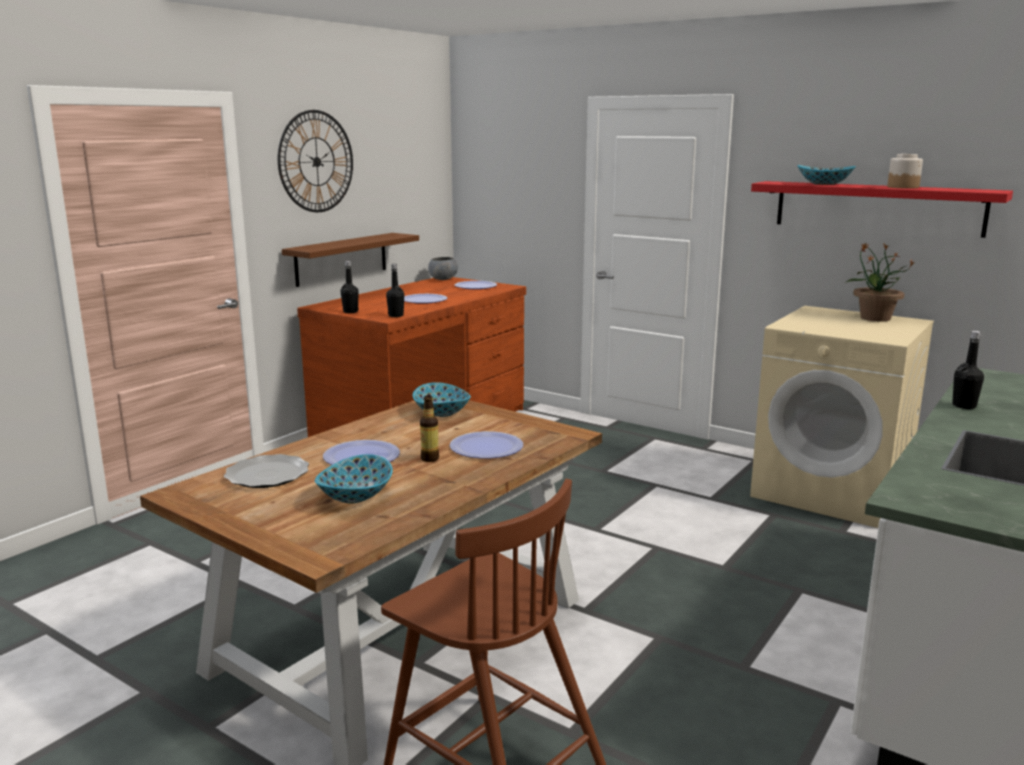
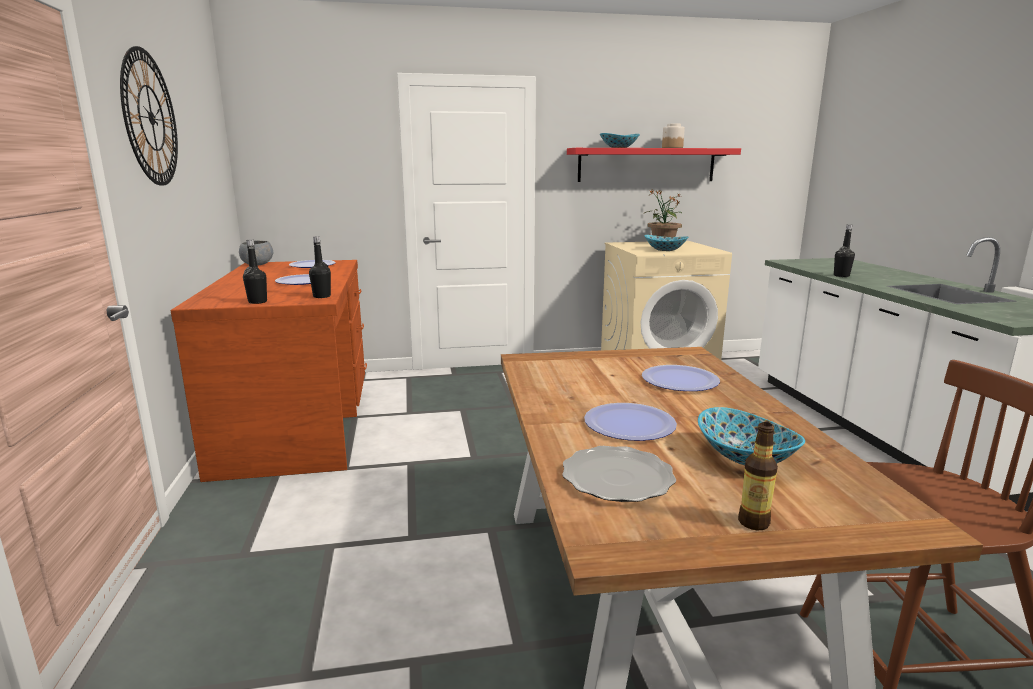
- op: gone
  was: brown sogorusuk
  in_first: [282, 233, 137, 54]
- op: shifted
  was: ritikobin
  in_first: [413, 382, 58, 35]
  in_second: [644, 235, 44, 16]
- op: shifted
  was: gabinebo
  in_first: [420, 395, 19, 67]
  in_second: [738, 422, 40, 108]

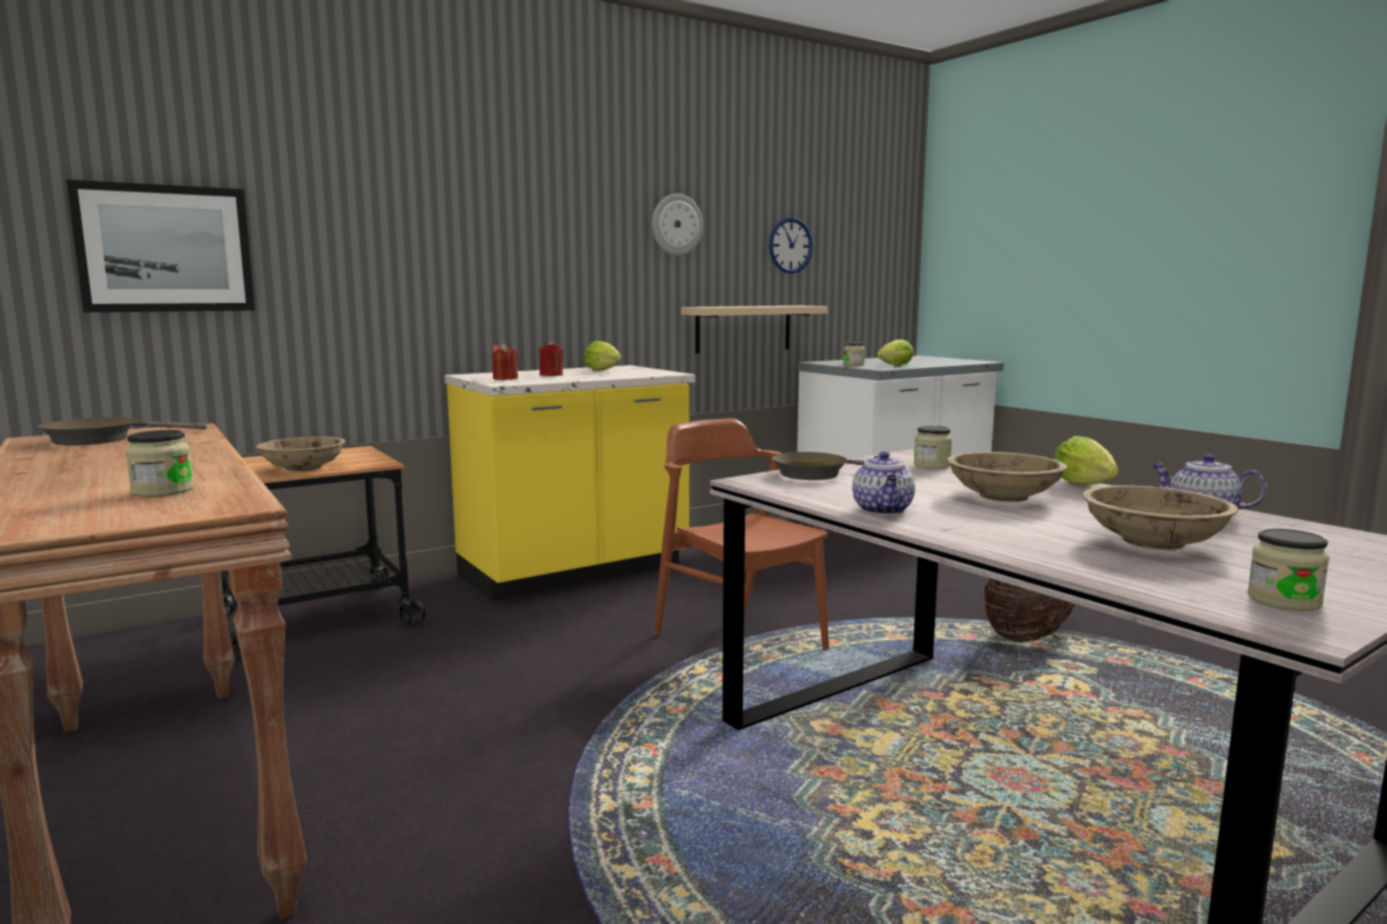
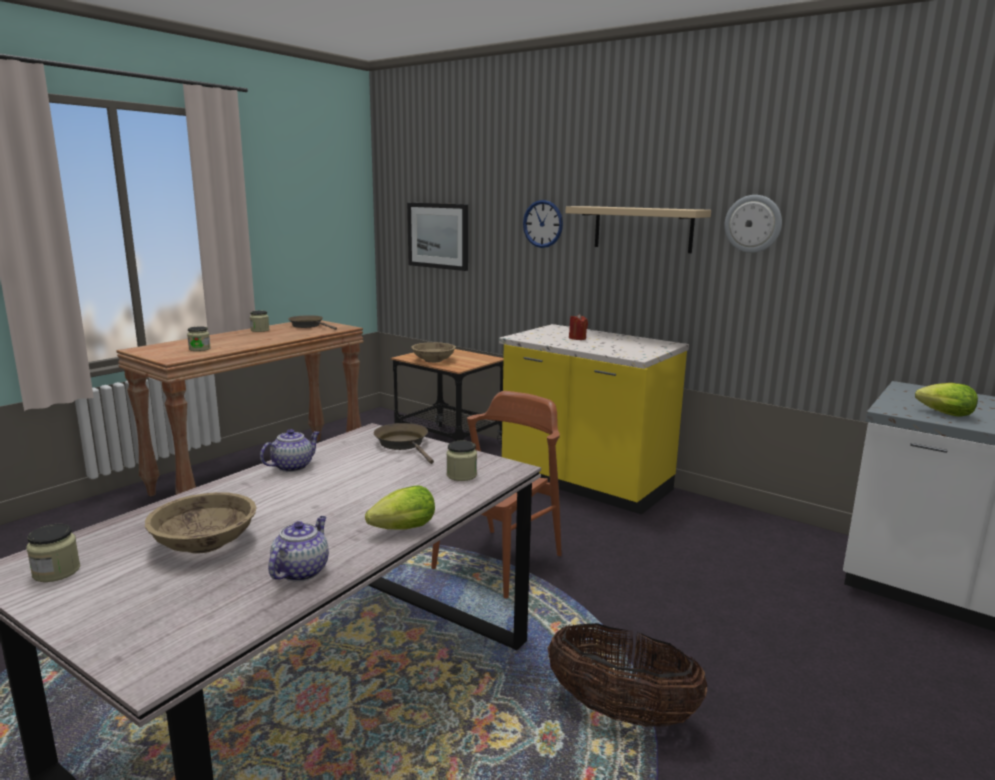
- op: gone
  was: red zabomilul
  in_first: [492, 343, 26, 37]
- op: gone
  was: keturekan
  in_first: [584, 341, 37, 30]
- op: shifted
  was: beige sogorusuk
  in_first: [681, 306, 147, 48]
  in_second: [565, 206, 146, 47]
- op: shifted
  was: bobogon
  in_first: [769, 217, 44, 57]
  in_second: [523, 200, 40, 48]
- op: shifted
  was: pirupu
  in_first: [843, 342, 22, 24]
  in_second: [250, 310, 19, 22]
- op: rotated
  was: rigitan
  in_first: [852, 451, 63, 64]
  in_second: [260, 429, 60, 43]
  clockwise: 150
- op: gone
  was: beige ritikobin
  in_first: [947, 452, 120, 50]

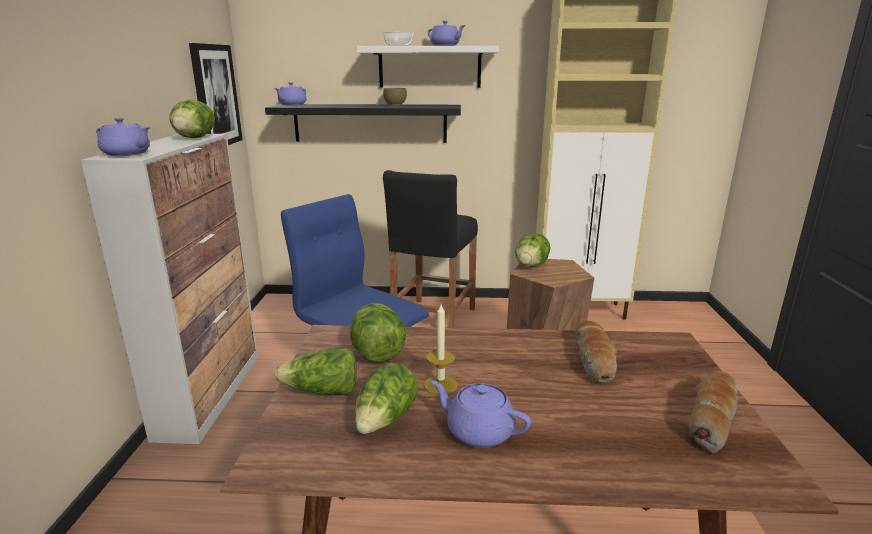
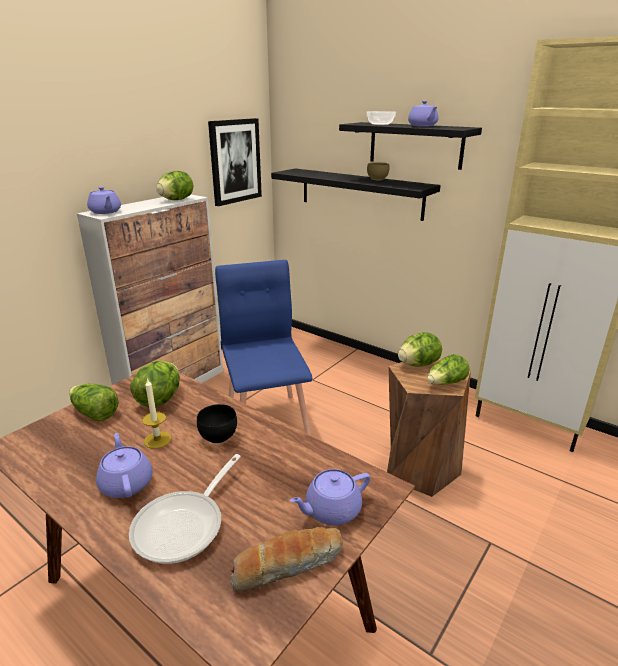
- op: shifted
  was: purple rigitan
  in_first: [274, 82, 33, 24]
  in_second: [290, 469, 80, 56]
- op: shifted
  was: keturekan
  in_first: [355, 363, 64, 71]
  in_second: [427, 354, 42, 30]
- op: repainted
  was: white sogorusuk
  now: black sogorusuk
  in_first: [356, 46, 143, 42]
  in_second: [339, 122, 143, 48]
- op: gone
  was: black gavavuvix
  in_first: [383, 170, 95, 158]
- op: gone
  was: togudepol
  in_first: [575, 321, 42, 62]
- op: new
  now: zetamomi
  in_second: [129, 454, 112, 110]
- op: new
  now: black ritikobin
  in_second: [197, 404, 40, 40]

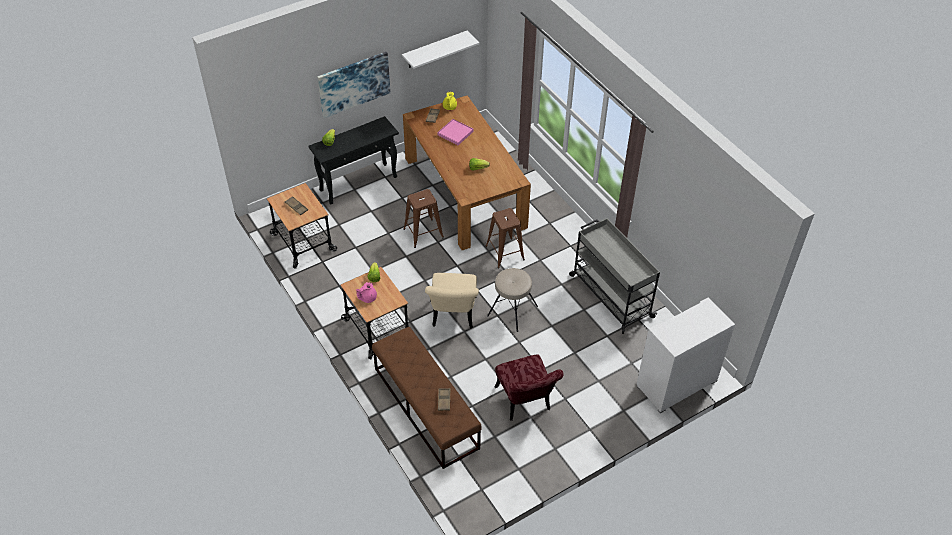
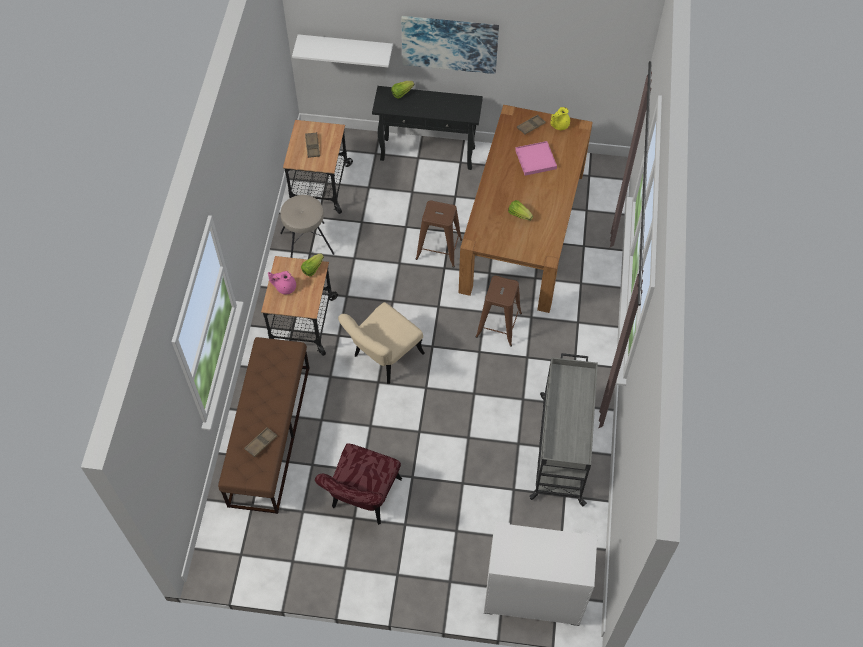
- op: shifted
  was: white sogorusuk
  in_first: [402, 31, 78, 38]
  in_second: [292, 34, 101, 33]
- op: shifted
  was: beige gavavuvix
  in_first: [487, 268, 51, 64]
  in_second: [280, 195, 54, 63]

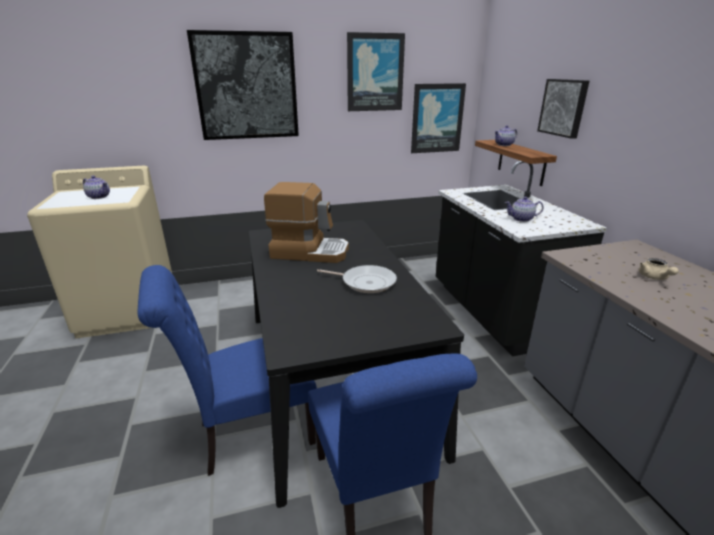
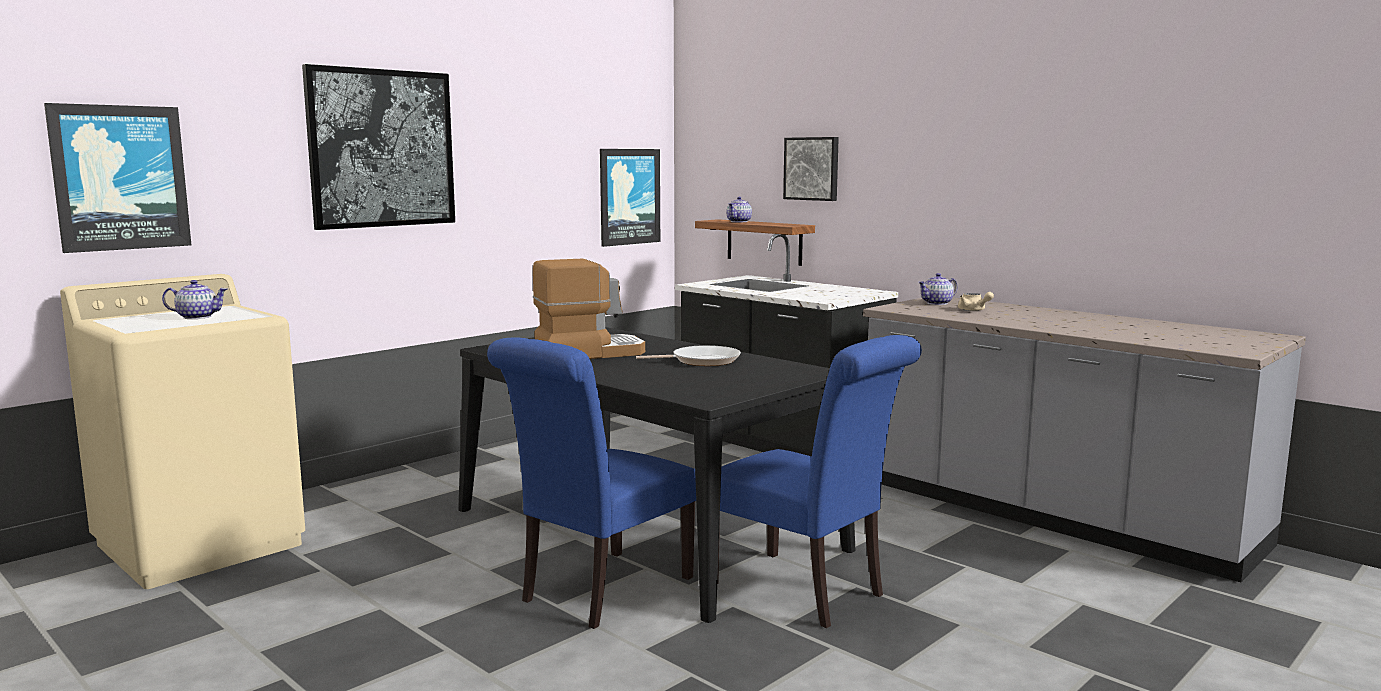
- op: shifted
  was: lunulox
  in_first: [347, 32, 58, 79]
  in_second: [44, 103, 147, 150]
- op: shifted
  was: rigitan
  in_first: [505, 197, 39, 25]
  in_second: [918, 273, 40, 32]

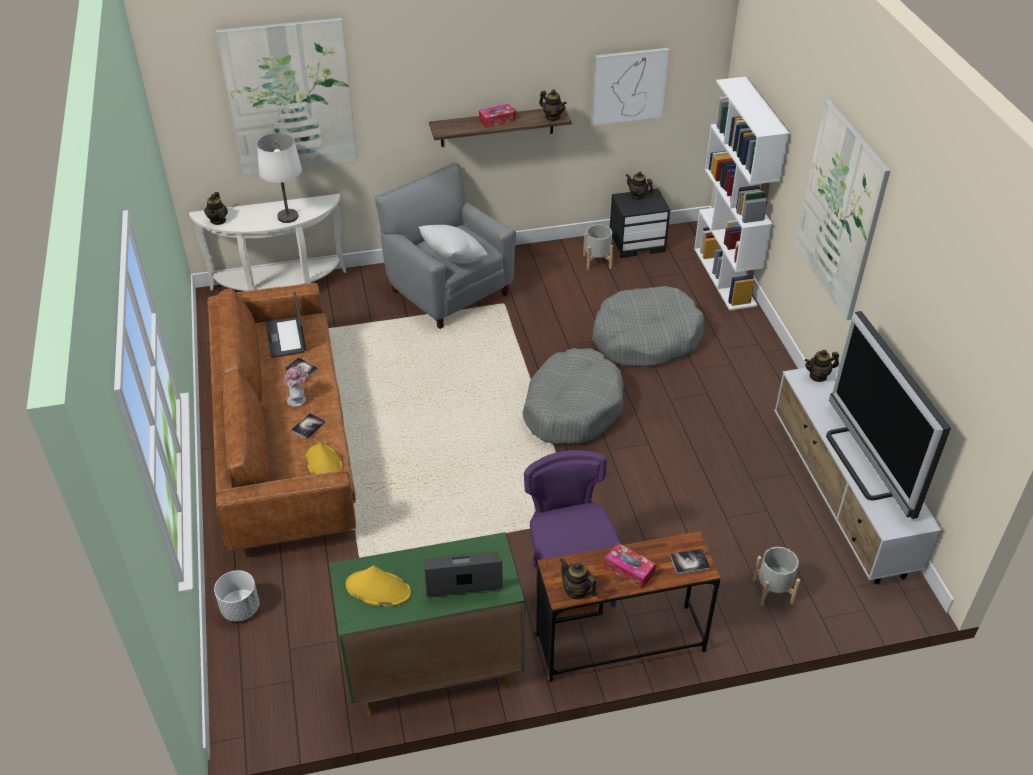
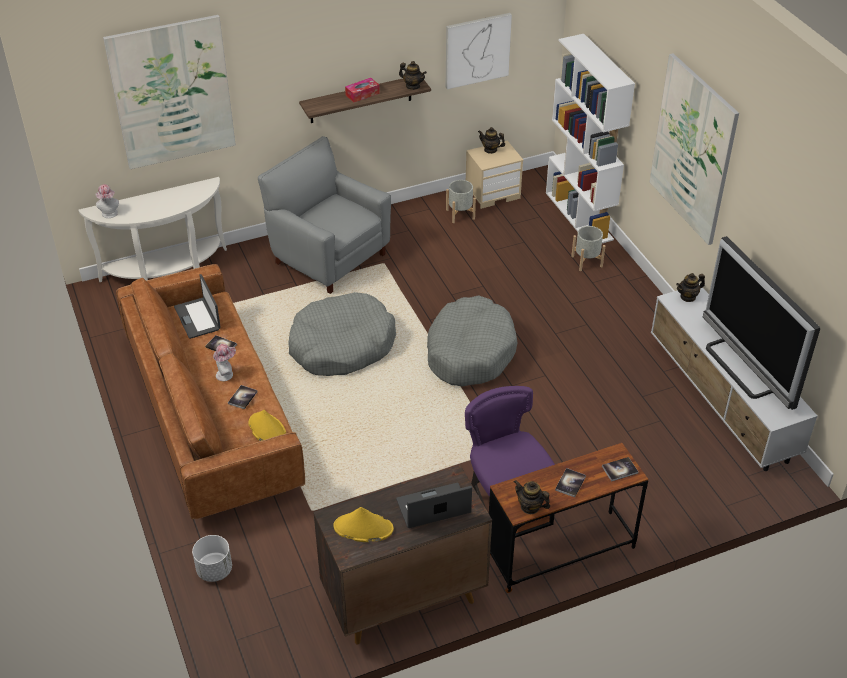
- op: swapped
  was: rigitan
  now: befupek
  in_first: [204, 192, 24, 33]
  in_second: [96, 184, 23, 34]
- op: gone
  was: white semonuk
  in_first: [257, 133, 45, 90]
- op: repainted
  was: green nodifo
  now: brown nodifo
  in_first: [329, 532, 196, 184]
  in_second: [313, 465, 179, 179]
- op: gone
  was: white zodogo
  in_first: [419, 225, 69, 39]
- op: shifted
  was: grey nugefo
  in_first: [592, 286, 112, 81]
  in_second: [288, 292, 108, 84]
- op: swapped
  was: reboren
  now: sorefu
  in_first: [604, 543, 52, 46]
  in_second: [555, 468, 31, 29]
- op: repainted
  was: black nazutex
  now: beige nazutex
  in_first: [610, 188, 61, 70]
  in_second: [466, 141, 57, 68]
- op: shifted
  was: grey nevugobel
  in_first: [752, 547, 48, 59]
  in_second: [571, 226, 34, 45]

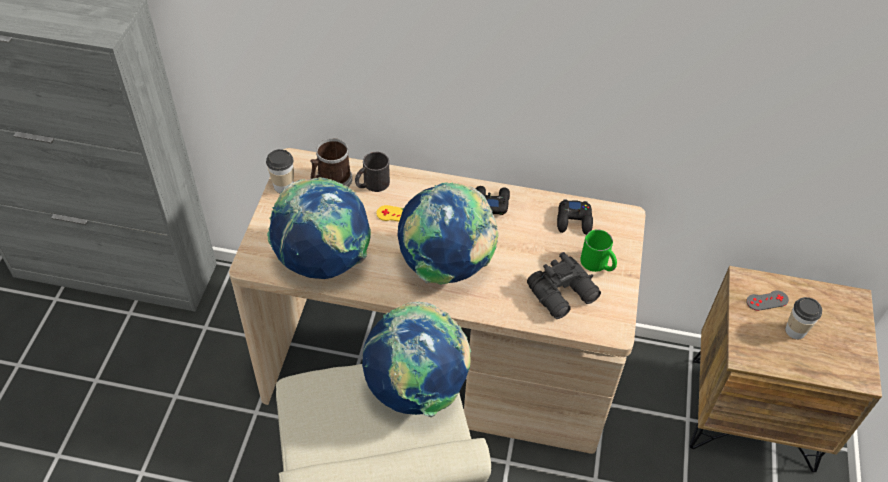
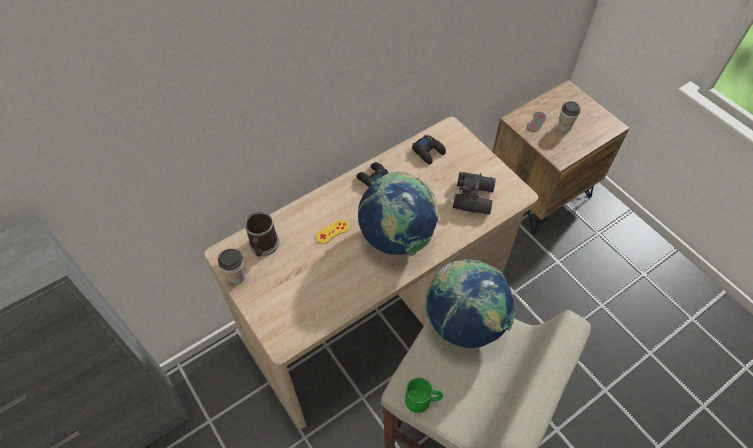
- op: gone
  was: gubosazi
  in_first: [267, 177, 104, 102]
- op: gone
  was: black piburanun
  in_first: [355, 152, 35, 40]
- op: shifted
  was: green piburanun
  in_first: [580, 229, 37, 43]
  in_second: [405, 378, 38, 35]

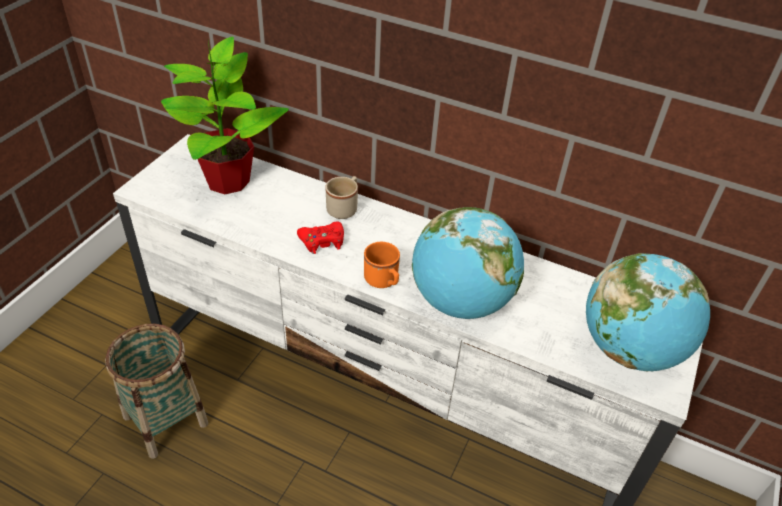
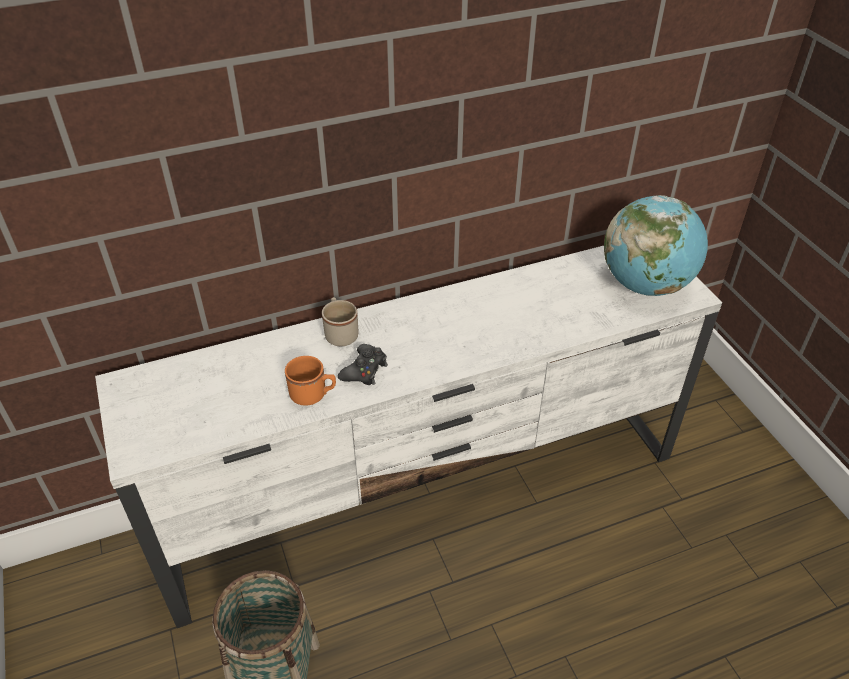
- op: gone
  was: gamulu
  in_first: [161, 36, 128, 158]
- op: repainted
  was: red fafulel
  now: black fafulel
  in_first: [297, 222, 47, 32]
  in_second: [338, 344, 50, 41]
- op: shifted
  was: orange piburanun
  in_first: [364, 242, 36, 46]
  in_second: [285, 356, 51, 49]
- op: gone
  was: gubosazi
  in_first: [412, 207, 112, 112]

